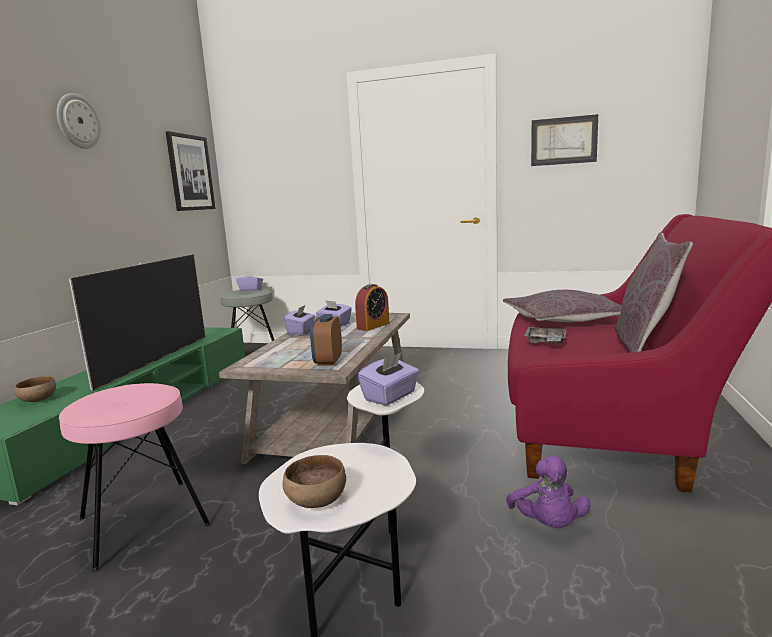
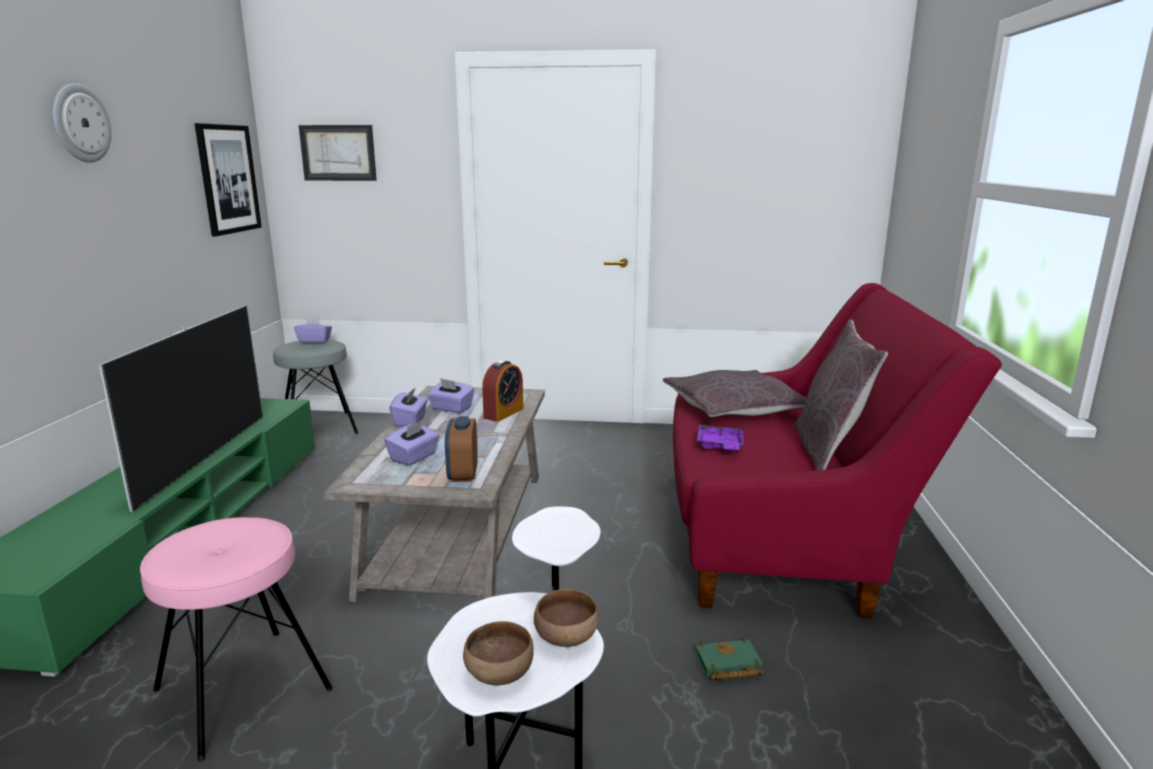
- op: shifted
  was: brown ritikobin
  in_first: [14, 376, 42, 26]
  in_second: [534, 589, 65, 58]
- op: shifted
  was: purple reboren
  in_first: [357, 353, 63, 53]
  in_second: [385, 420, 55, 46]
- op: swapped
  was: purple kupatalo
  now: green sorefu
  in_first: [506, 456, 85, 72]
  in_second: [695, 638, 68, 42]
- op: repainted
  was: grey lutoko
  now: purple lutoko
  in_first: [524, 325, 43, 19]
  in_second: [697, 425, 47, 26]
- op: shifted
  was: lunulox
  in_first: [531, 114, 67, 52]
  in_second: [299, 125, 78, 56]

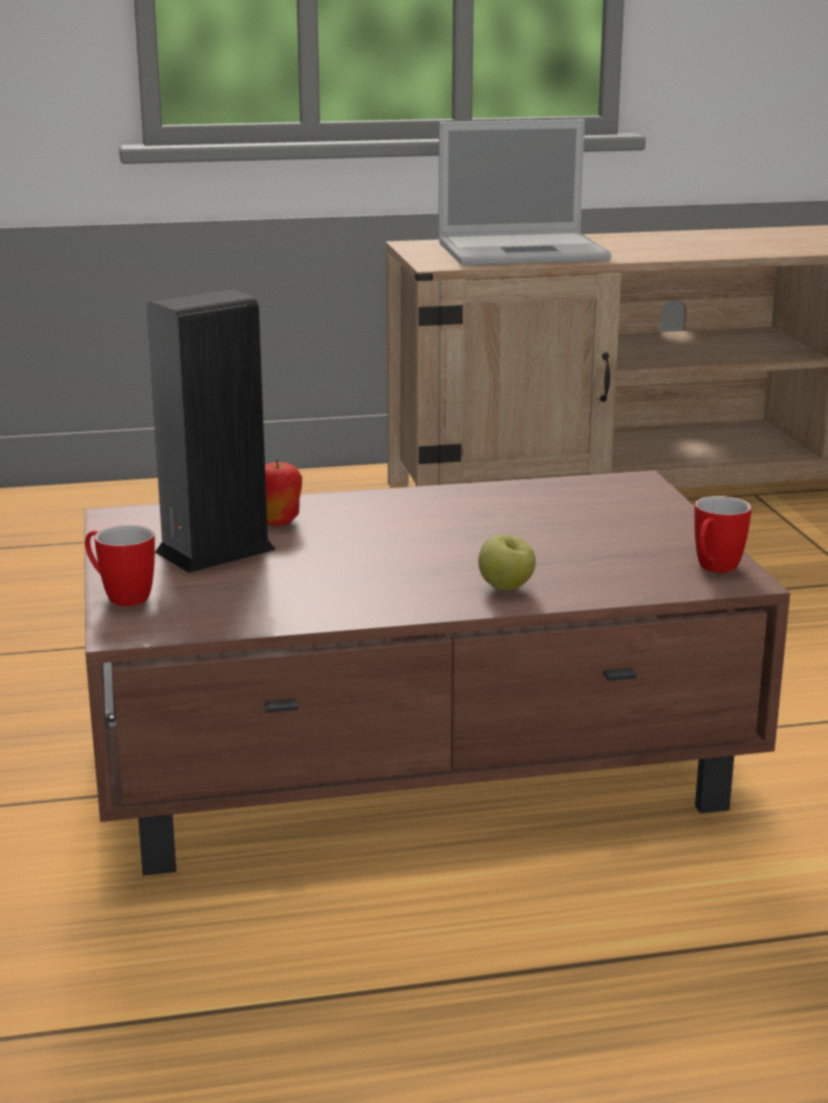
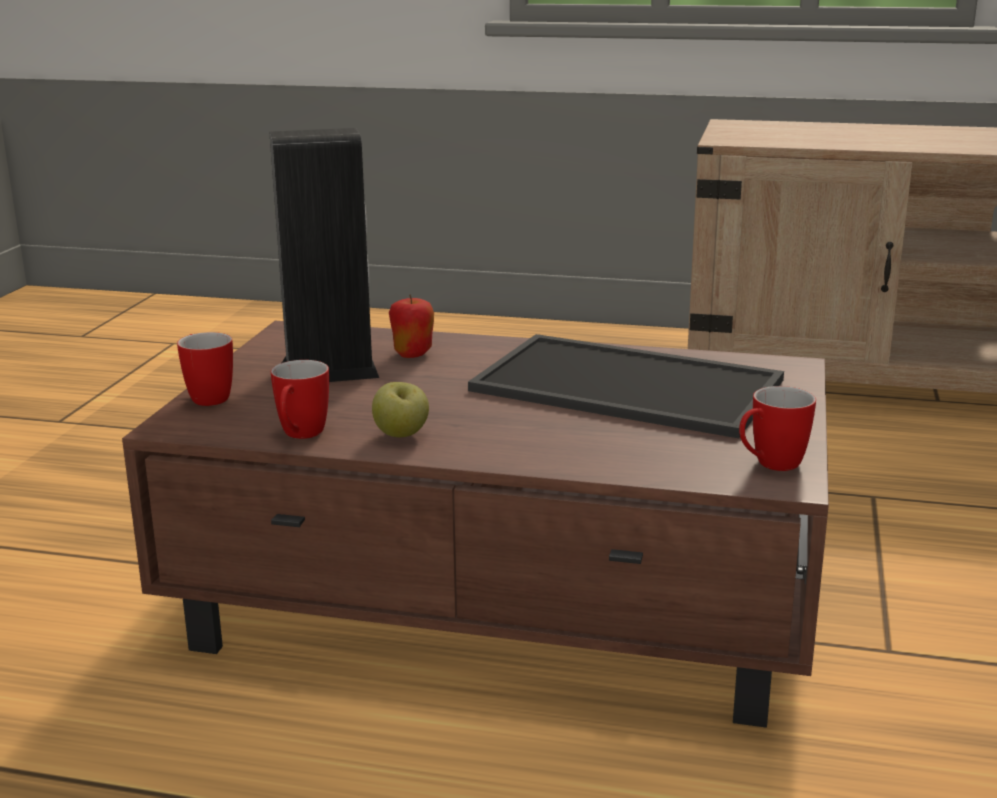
- op: gone
  was: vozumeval
  in_first: [438, 119, 173, 146]
- op: shifted
  was: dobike
  in_first: [478, 535, 58, 55]
  in_second: [372, 382, 57, 55]
- op: new
  now: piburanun
  in_second: [271, 360, 58, 79]
- op: new
  now: lutoko
  in_second: [468, 334, 316, 104]

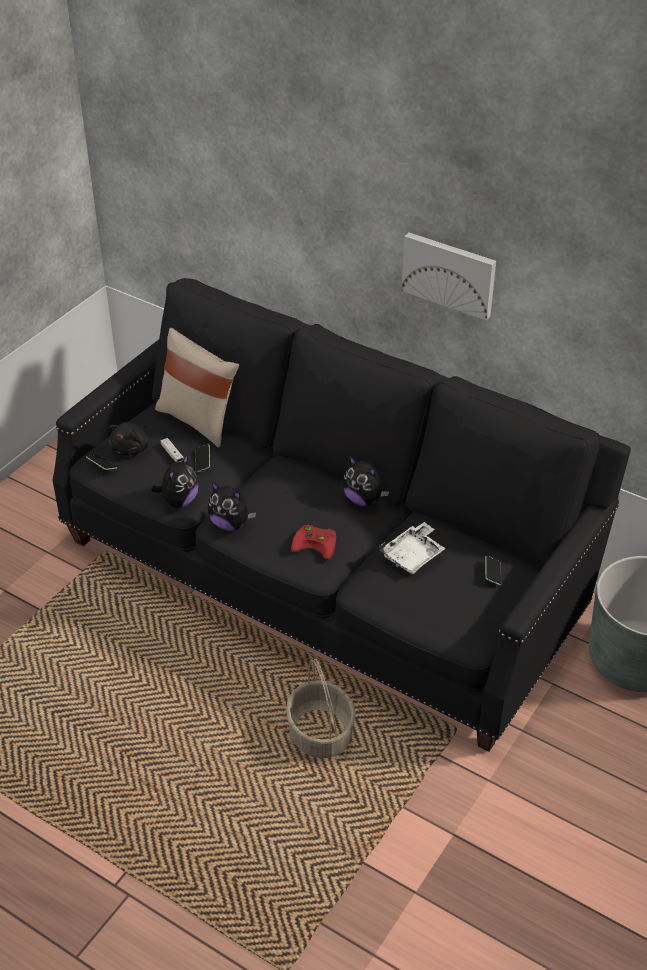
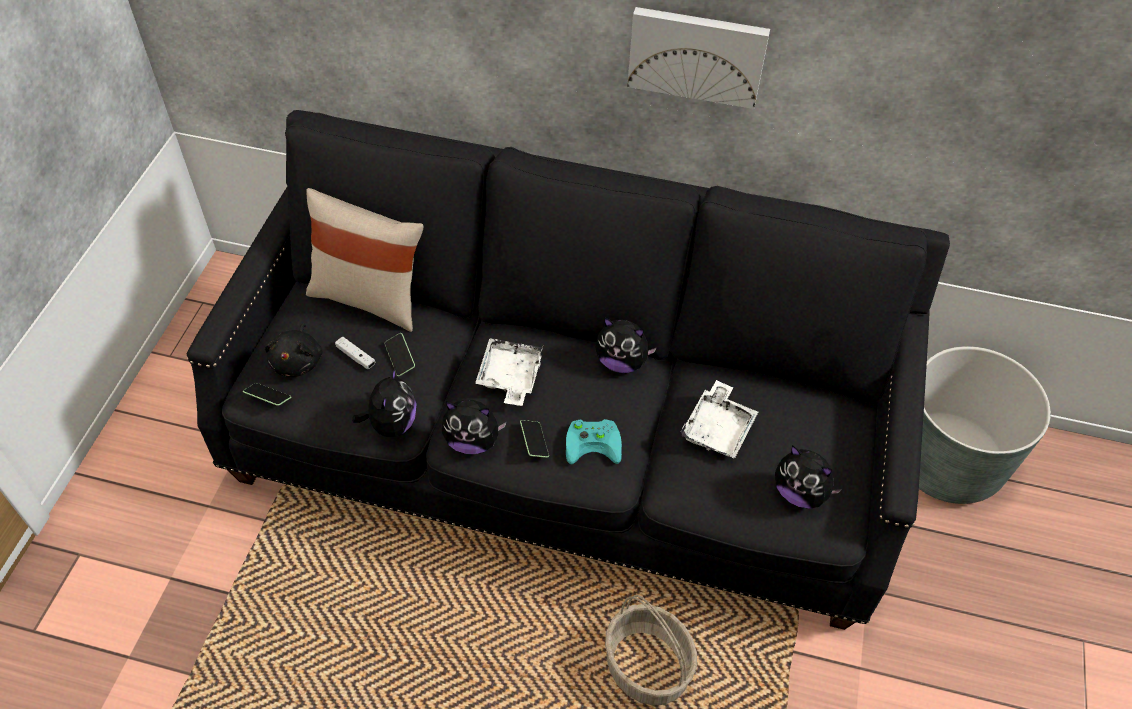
- op: repainted
  was: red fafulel
  now: turquoise fafulel
  in_first: [291, 525, 45, 35]
  in_second: [566, 419, 56, 45]
- op: shifted
  was: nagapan
  in_first: [485, 556, 16, 29]
  in_second: [520, 420, 29, 38]
- op: new
  now: white lutoko
  in_second: [475, 338, 68, 68]
- op: new
  now: kupatalo
  in_second: [775, 445, 67, 64]

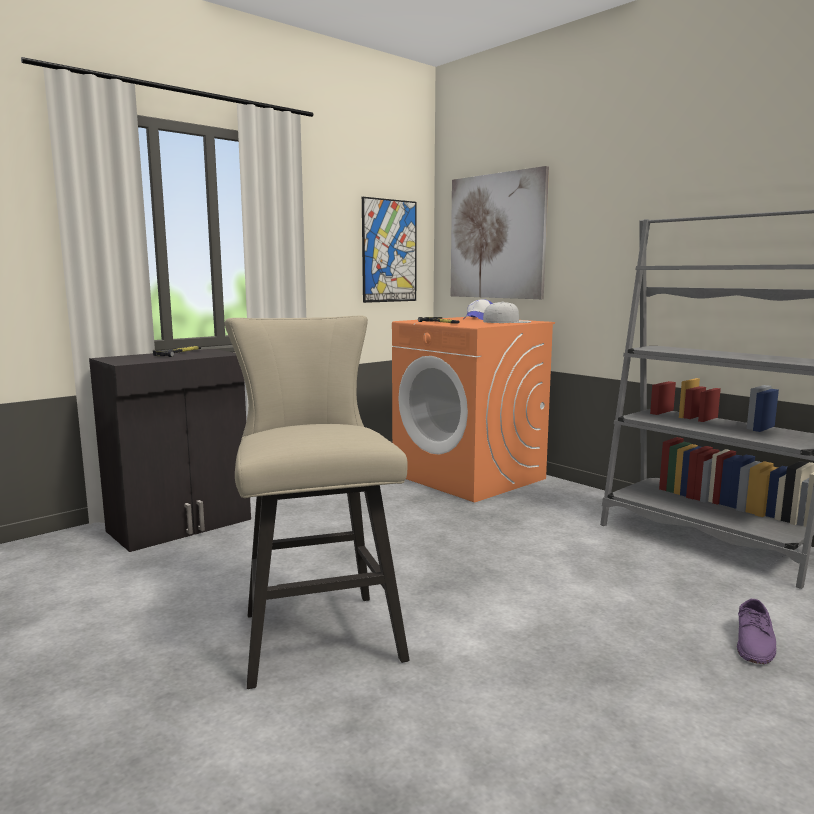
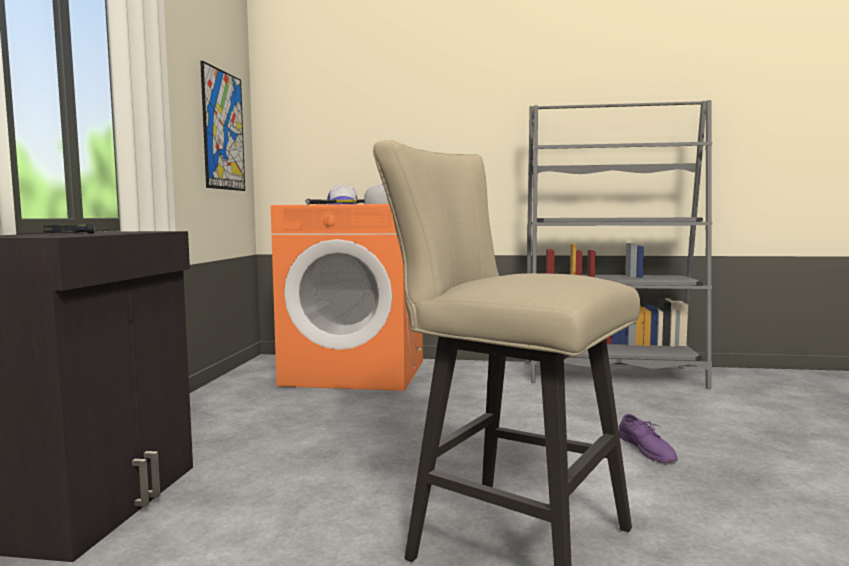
- op: gone
  was: lunulox
  in_first: [451, 166, 98, 133]
- op: shifted
  was: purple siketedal
  in_first: [737, 599, 39, 65]
  in_second: [619, 414, 58, 49]

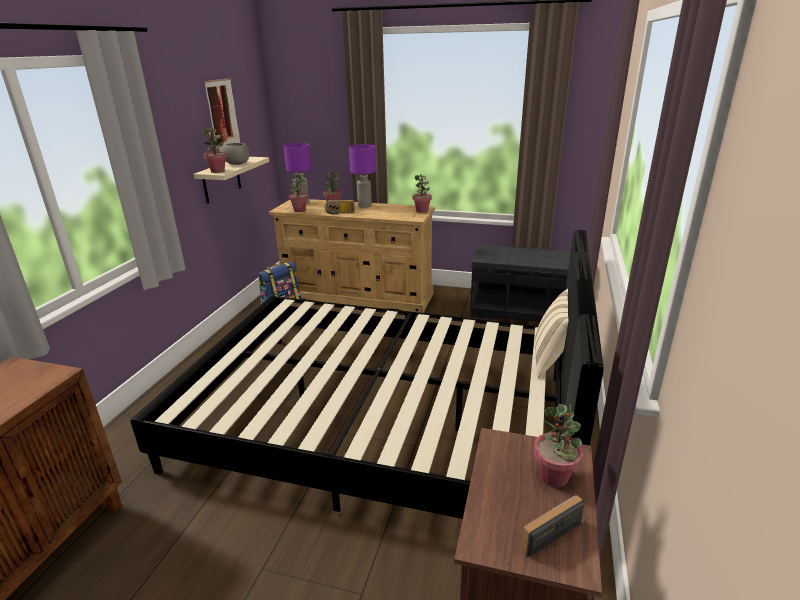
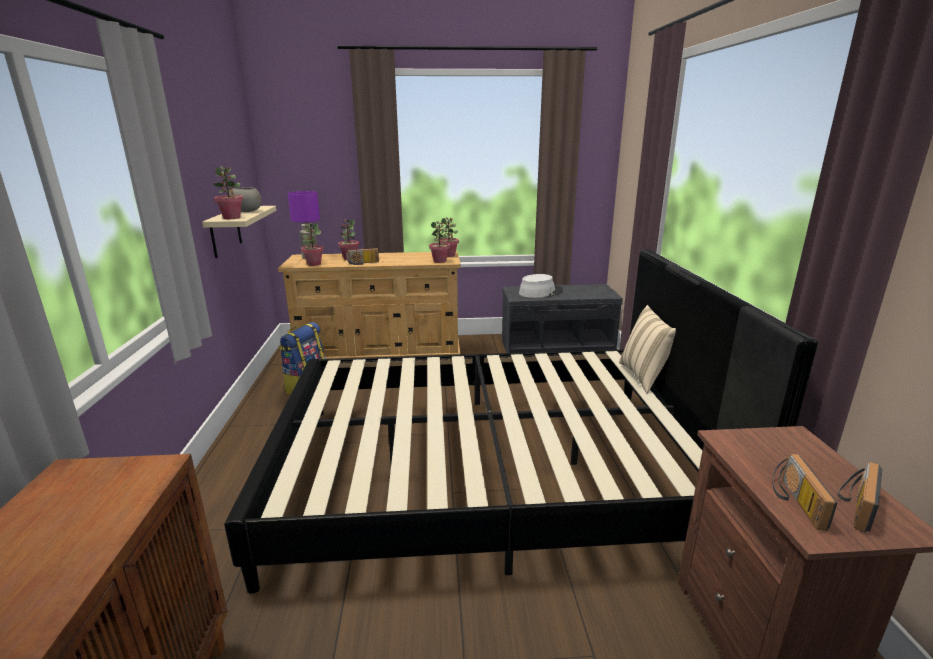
- op: gone
  was: lunulox
  in_first: [204, 78, 36, 74]
- op: gone
  was: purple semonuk
  in_first: [349, 144, 27, 64]
- op: shifted
  was: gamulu
  in_first: [533, 404, 50, 83]
  in_second: [429, 221, 21, 42]
- op: new
  now: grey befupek
  in_second: [519, 274, 44, 24]
- op: new
  now: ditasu
  in_second: [773, 454, 64, 77]

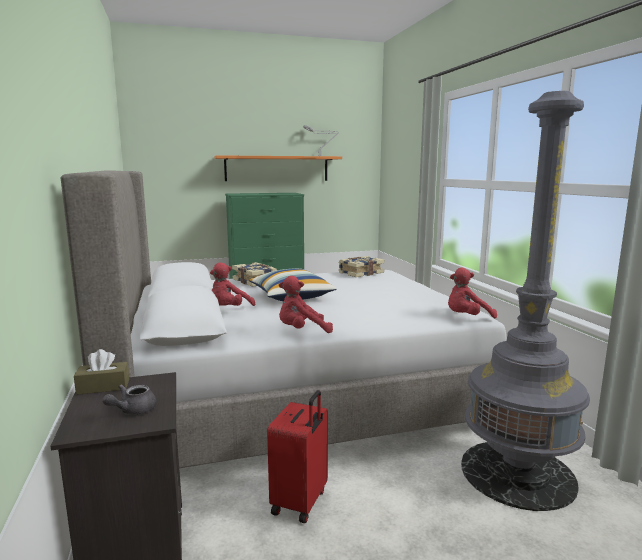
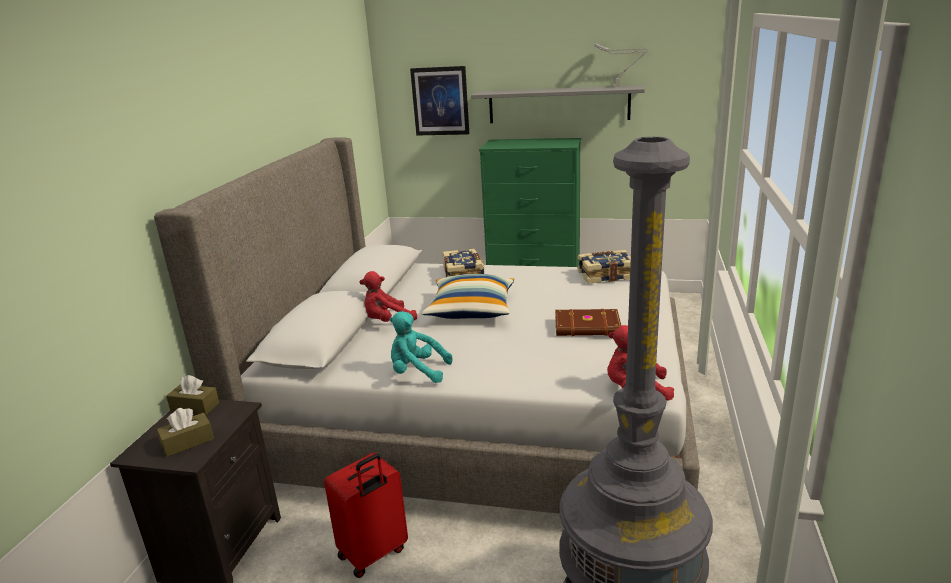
- op: swapped
  was: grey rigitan
  now: brown reboren
  in_first: [103, 385, 54, 30]
  in_second: [157, 408, 57, 49]
- op: repainted
  was: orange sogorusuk
  now: grey sogorusuk
  in_first: [214, 155, 128, 26]
  in_second: [471, 85, 174, 38]
- op: repainted
  was: red kupatalo
  now: turquoise kupatalo
  in_first: [279, 276, 54, 57]
  in_second: [390, 311, 63, 72]
- op: new
  now: lunulox
  in_second: [410, 66, 59, 70]
- op: new
  now: brown sorefu
  in_second: [555, 309, 66, 27]

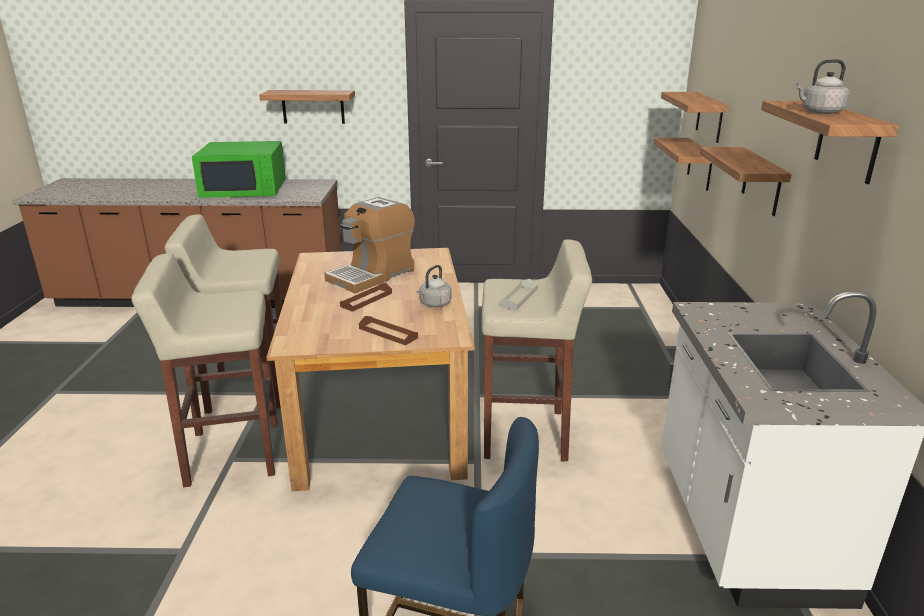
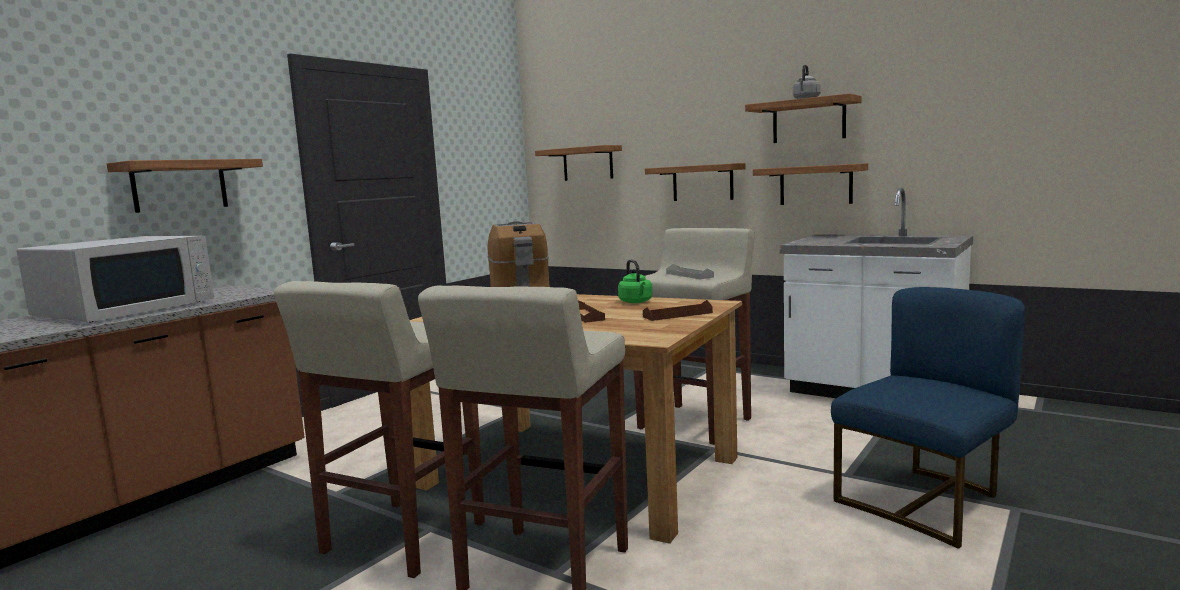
- op: repainted
  was: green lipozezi
  now: white lipozezi
  in_first: [192, 141, 94, 57]
  in_second: [16, 236, 198, 86]
- op: repainted
  was: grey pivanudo
  now: green pivanudo
  in_first: [416, 265, 36, 42]
  in_second: [618, 260, 34, 43]
- op: shifted
  was: sogorusuk
  in_first: [654, 138, 59, 53]
  in_second: [753, 163, 115, 42]

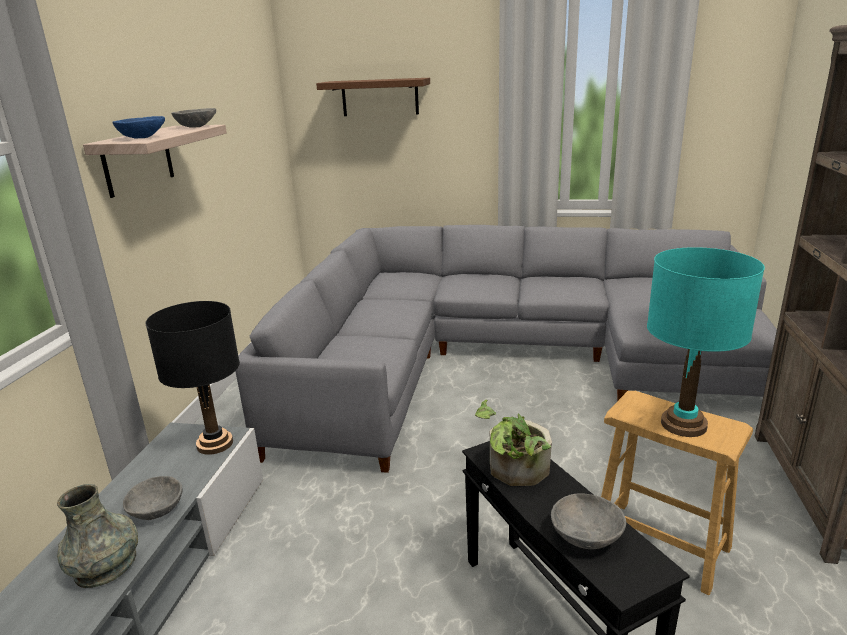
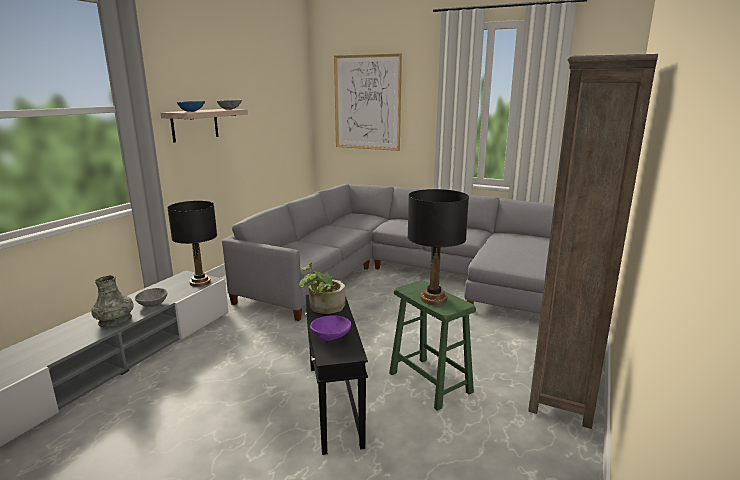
- op: swapped
  was: brown sogorusuk
  now: lunulox
  in_first: [316, 78, 114, 38]
  in_second: [334, 53, 68, 98]
- op: repainted
  was: grey ritikobin
  now: purple ritikobin
  in_first: [551, 494, 75, 55]
  in_second: [310, 315, 41, 26]
- op: repainted
  was: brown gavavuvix
  now: green gavavuvix
  in_first: [601, 391, 152, 204]
  in_second: [389, 281, 87, 130]
- op: repainted
  was: turquoise semonuk
  now: black semonuk
  in_first: [647, 247, 118, 190]
  in_second: [407, 189, 62, 116]

